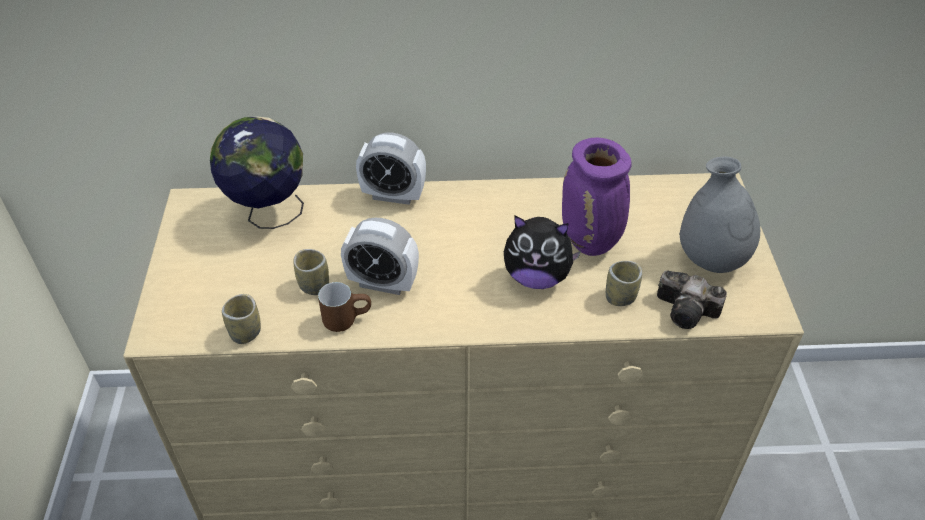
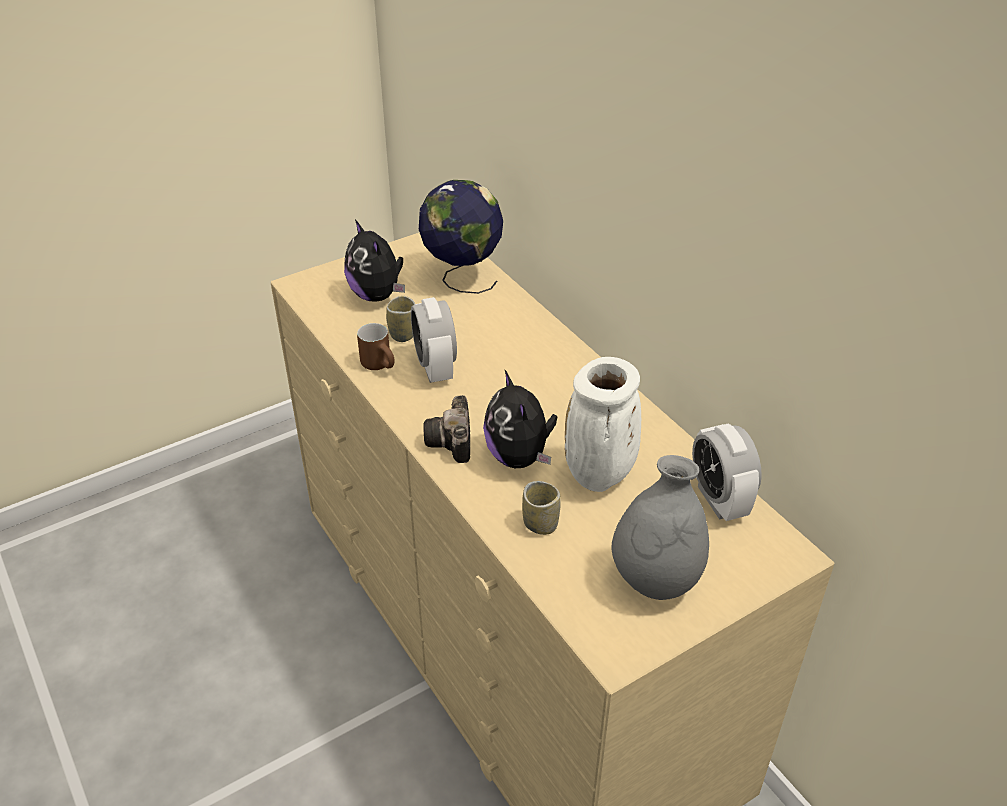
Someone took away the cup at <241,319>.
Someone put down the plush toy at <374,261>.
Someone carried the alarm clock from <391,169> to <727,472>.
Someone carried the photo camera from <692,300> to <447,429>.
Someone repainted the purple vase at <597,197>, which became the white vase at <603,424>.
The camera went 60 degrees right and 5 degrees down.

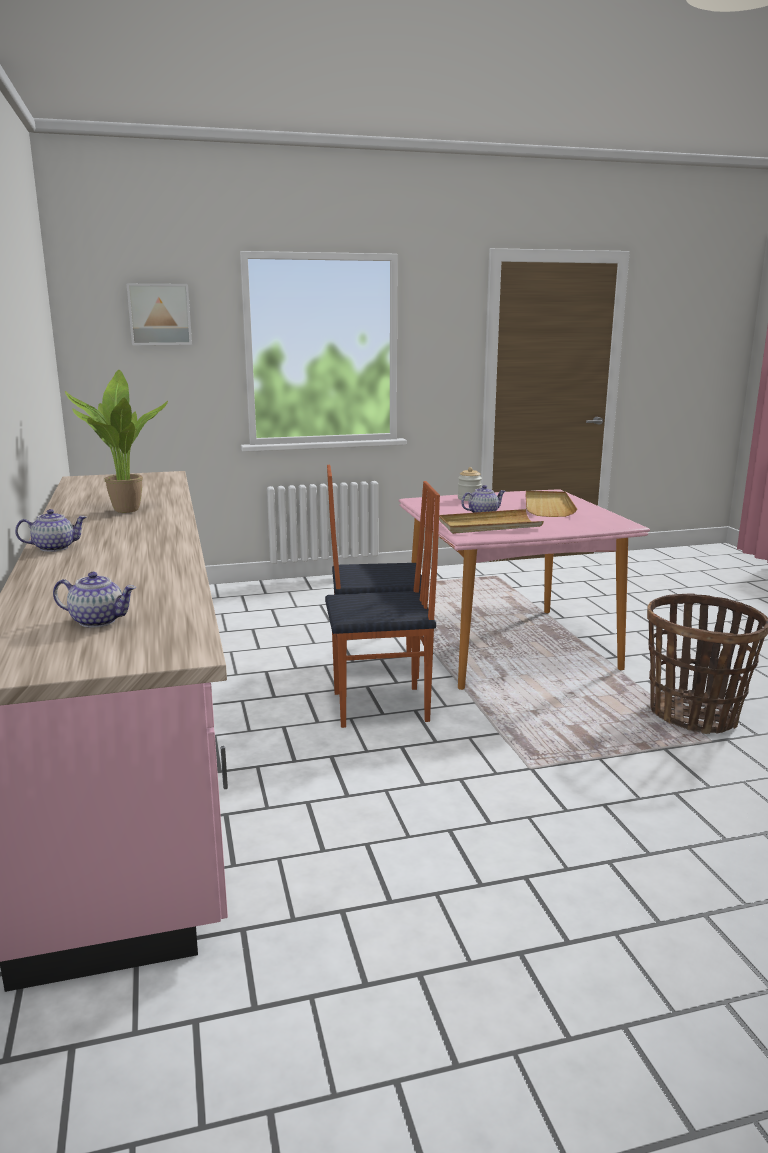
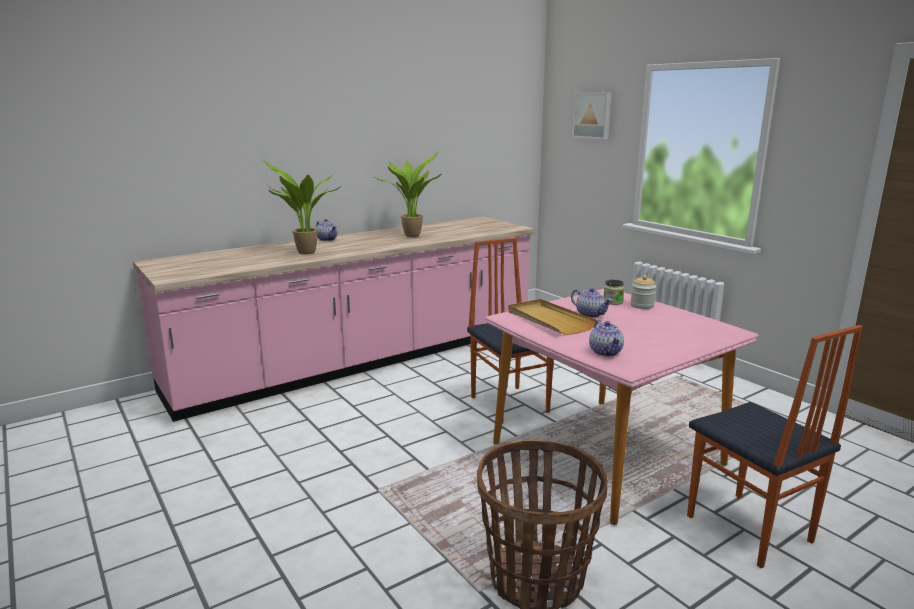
Someone took away the beige tray at <551,504>.
Someone put down the potted plant at <302,207>.
Someone put down the jar at <614,292>.
Someone carried the teapot from <94,600> to <606,338>.
Someone carried the chair from <382,604> to <774,447>.
The camera went 70 degrees right and 0 degrees up.

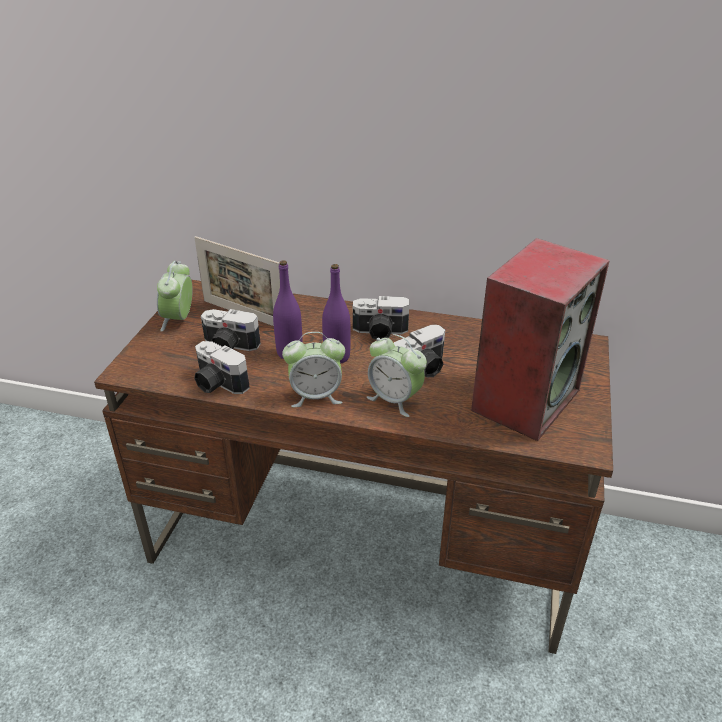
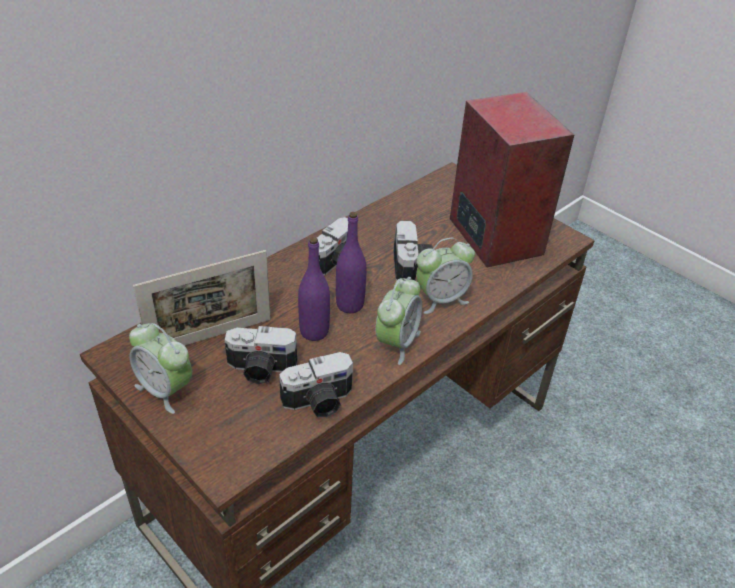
Someone rotated the photo camera at <231,330> by 45 degrees clockwise.
The camera went 60 degrees left and 5 degrees up.

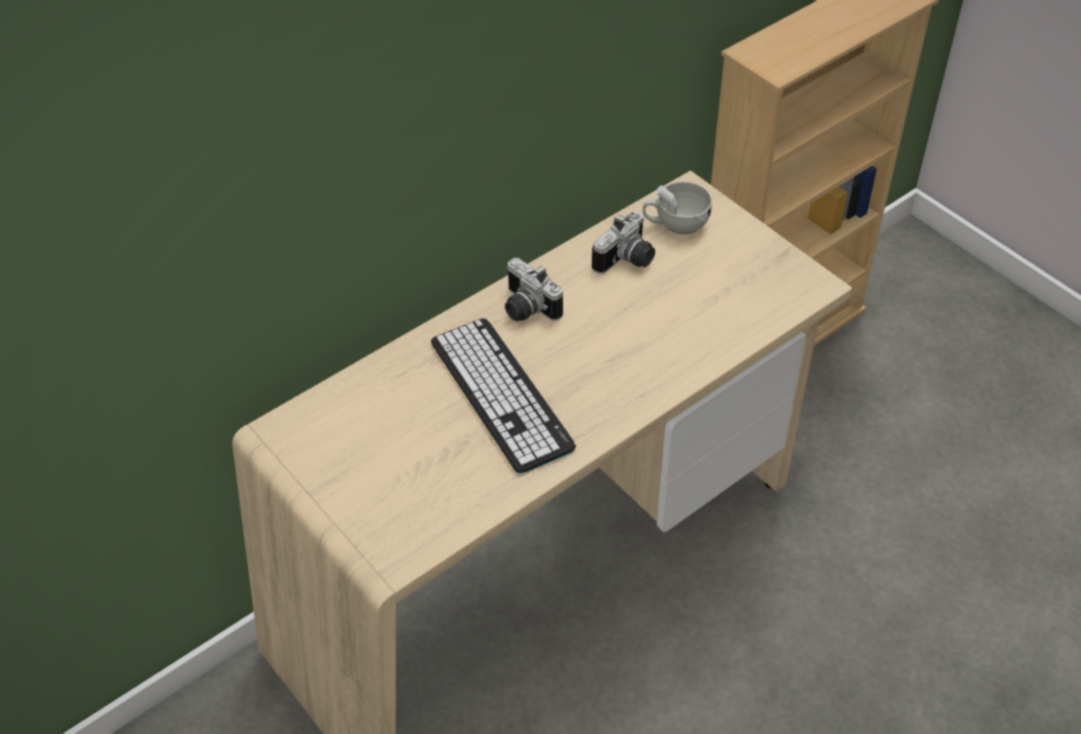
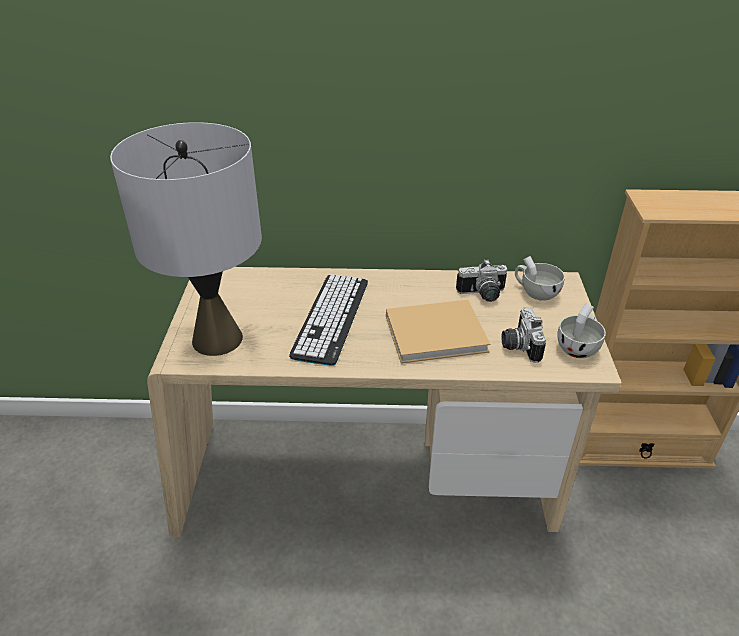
Someone put down the grey table lamp at <186,239>.
Someone put down the beige book at <438,331>.
Someone put down the white cup at <581,330>.
Someone carried the photo camera from <534,290> to <523,335>.
The camera went 40 degrees right and 10 degrees down.

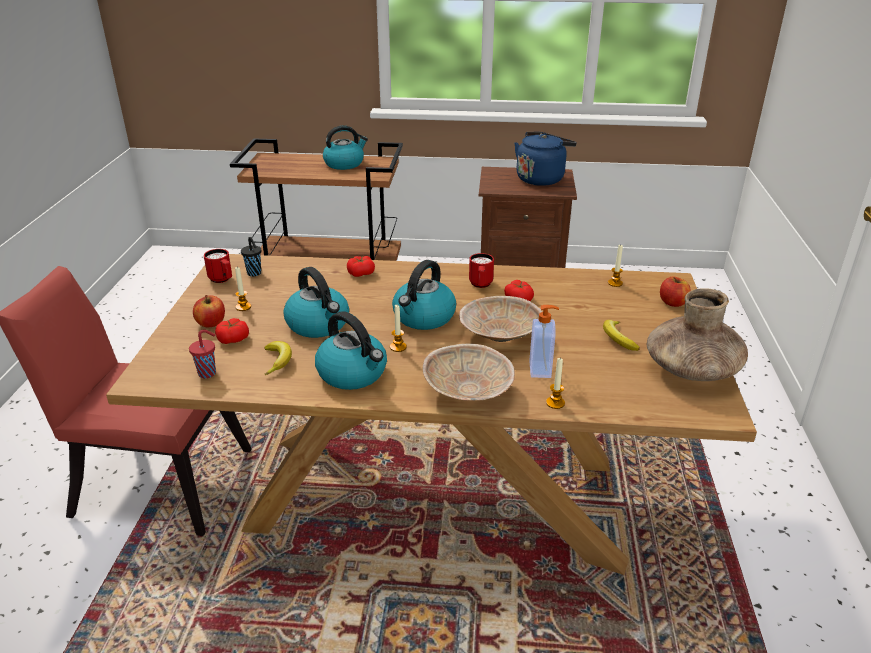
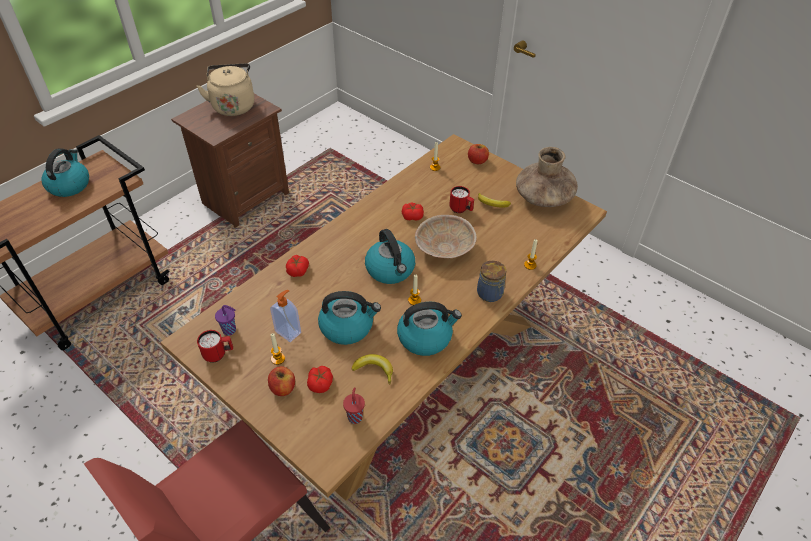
Someone carried the red mug from <481,270> to <461,199>.
Someone carried the soap dispenser from <544,341> to <285,316>.
Someone swapped the beige bowl at <469,372> for the jar at <491,281>.
Someone repainted the black cup at <251,257>, which became the purple cup at <225,320>.
Someone repainted the blue kettle at <545,159>, which became the beige kettle at <225,89>.
The camera went 55 degrees left and 15 degrees up.

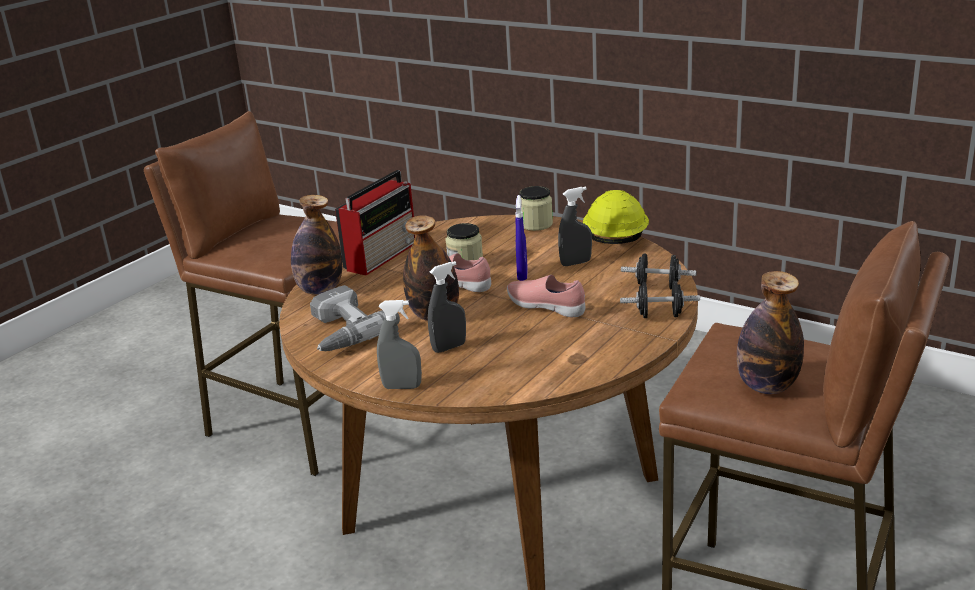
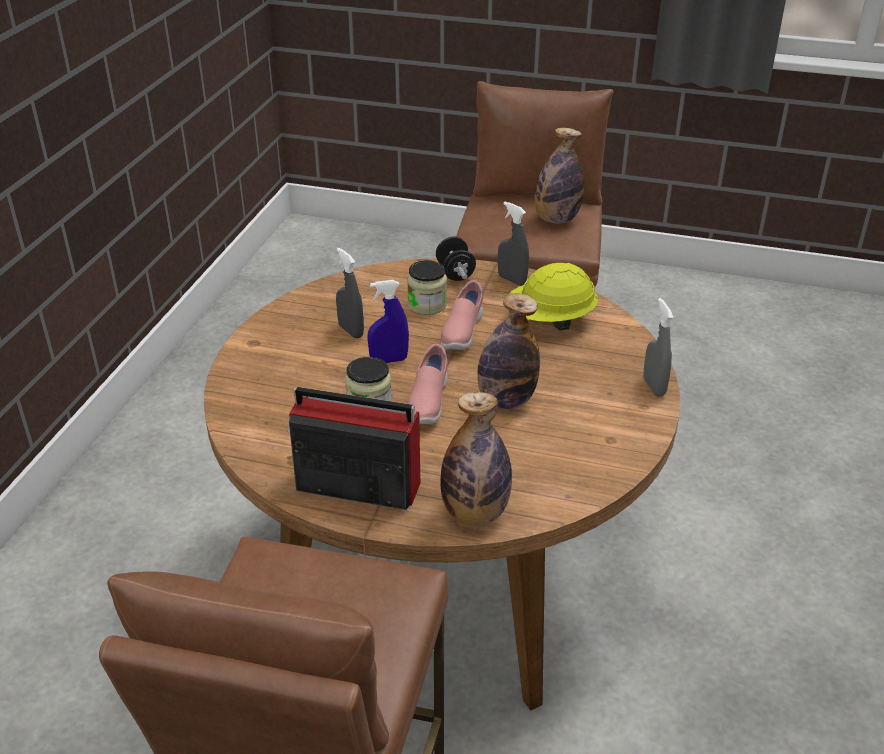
Someone took away the power drill at <355,318>.
Someone took away the black dumbbell at <658,271>.
Someone carried the grey spray bottle from <447,307> to <513,244>.
Someone carried the jar from <536,208> to <427,287>.
Someone carried the yellow hard hat from <616,217> to <553,296>.
The camera went 110 degrees left and 10 degrees up.

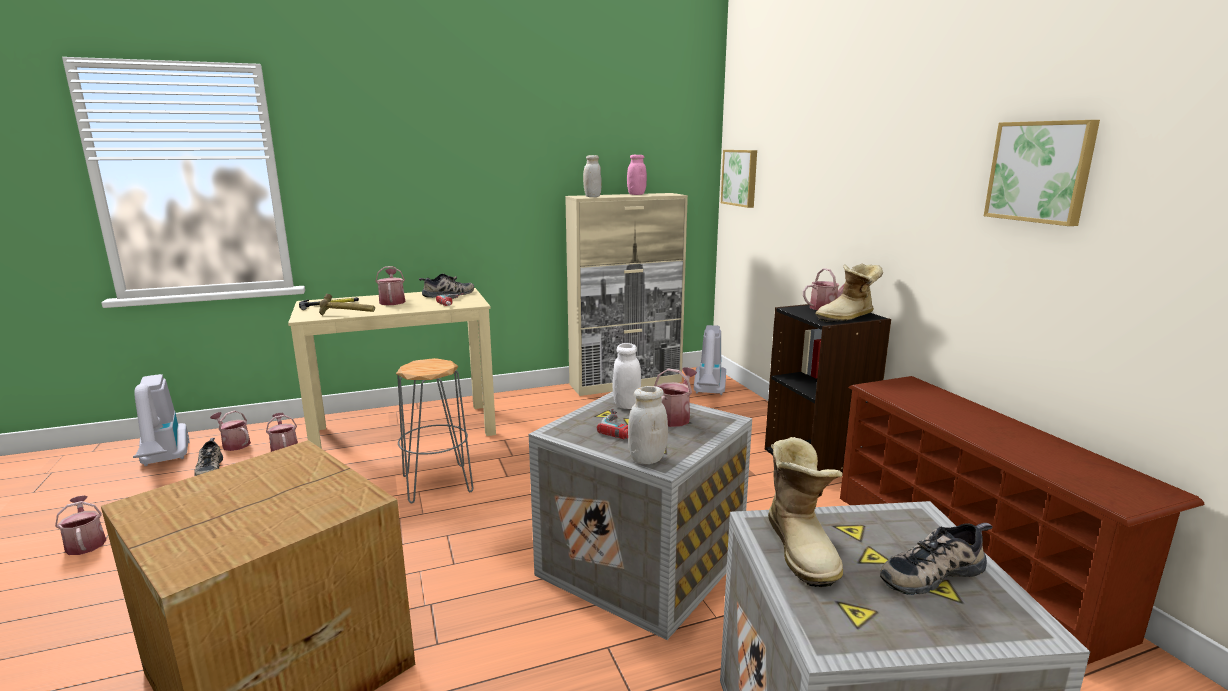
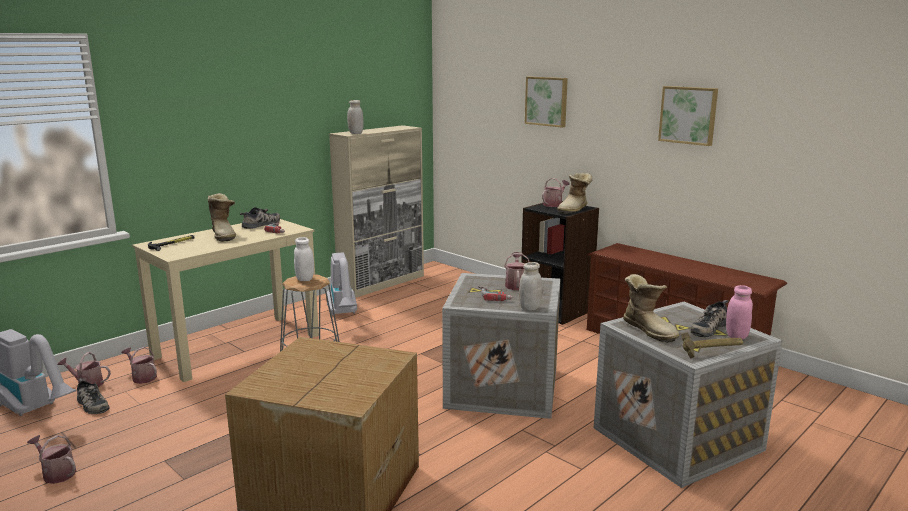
Someone carried the hammer from <347,305> to <712,345>.
Someone carried the white jar from <627,376> to <304,259>.
Someone carried the pink jar from <637,175> to <739,312>.
Someone carried the vacuum cleaner from <710,360> to <342,284>.
Someone carried the picture from <739,179> to <546,102>.
Someone swapped the watering can at <390,285> for the boot at <222,217>.
The camera went 25 degrees left and 0 degrees up.

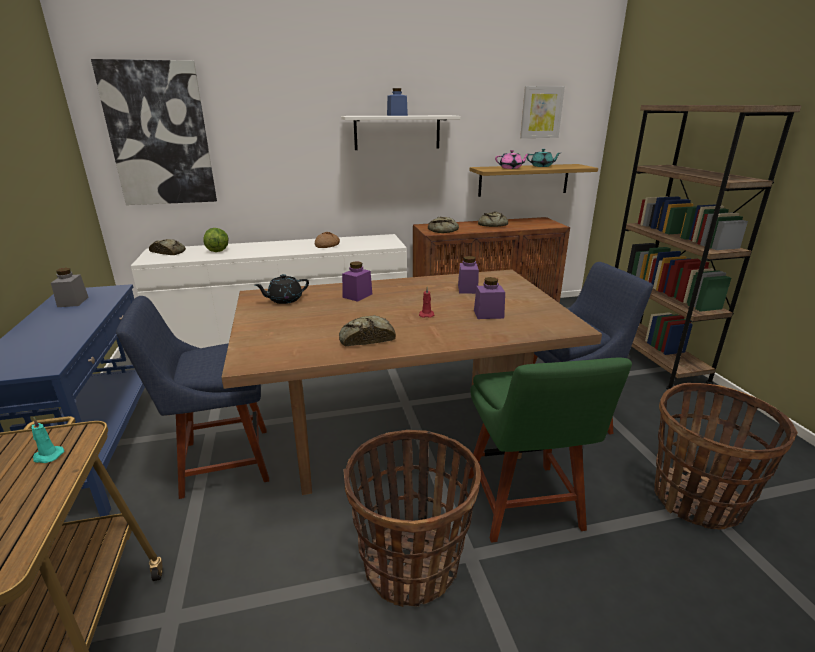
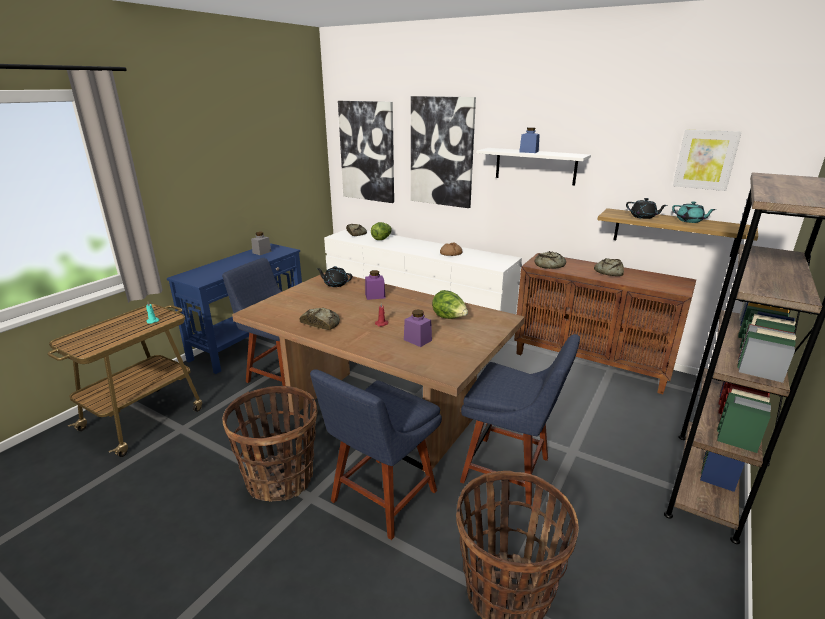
Someone put up the picture at <443,152>.
Someone swapped the purple jar at <468,275> for the lettuce at <450,304>.
Someone repainted the green chair at <550,450>, which became the blue chair at <376,454>.
Someone repainted the pink teapot at <512,159>, which became the black teapot at <647,208>.
The camera went 45 degrees right and 0 degrees up.

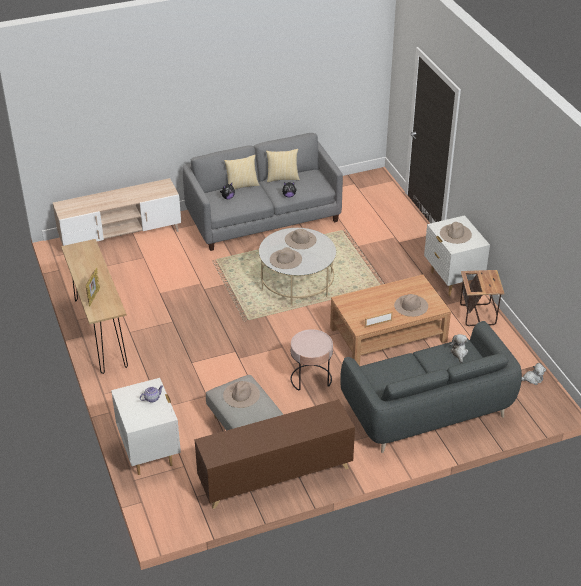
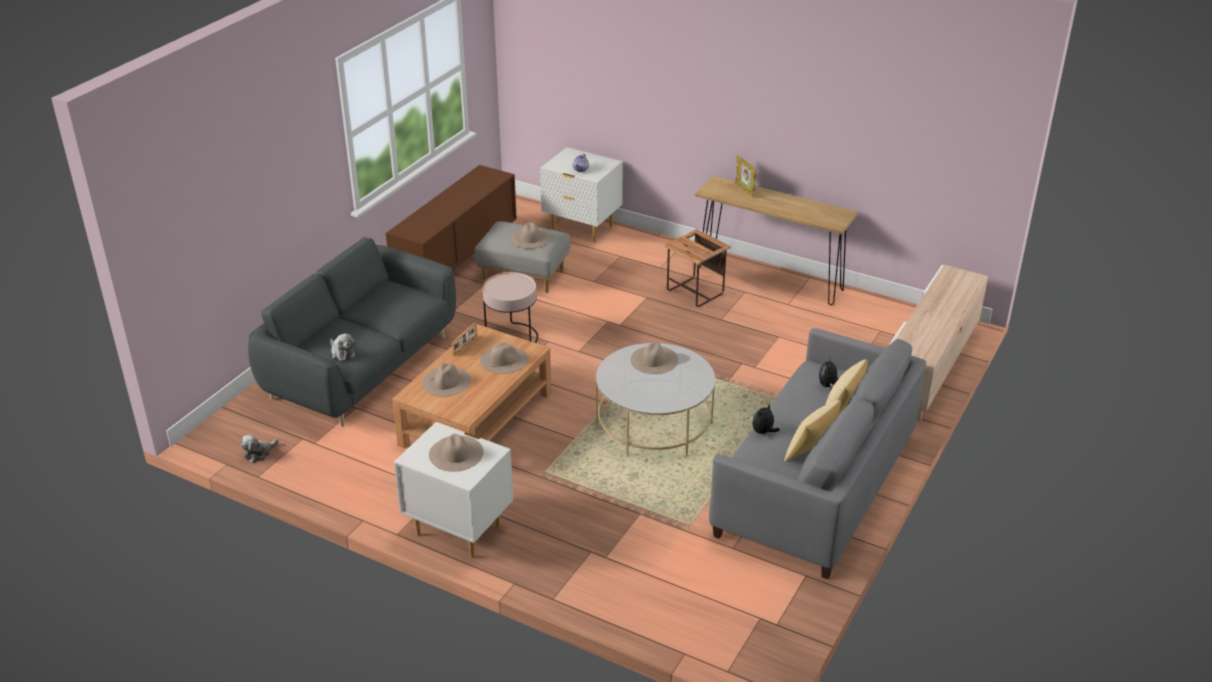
Someone carried the beige hat from <300,239> to <504,358>.
Someone carried the side table from <482,298> to <697,268>.
The camera went 140 degrees right and 5 degrees down.

